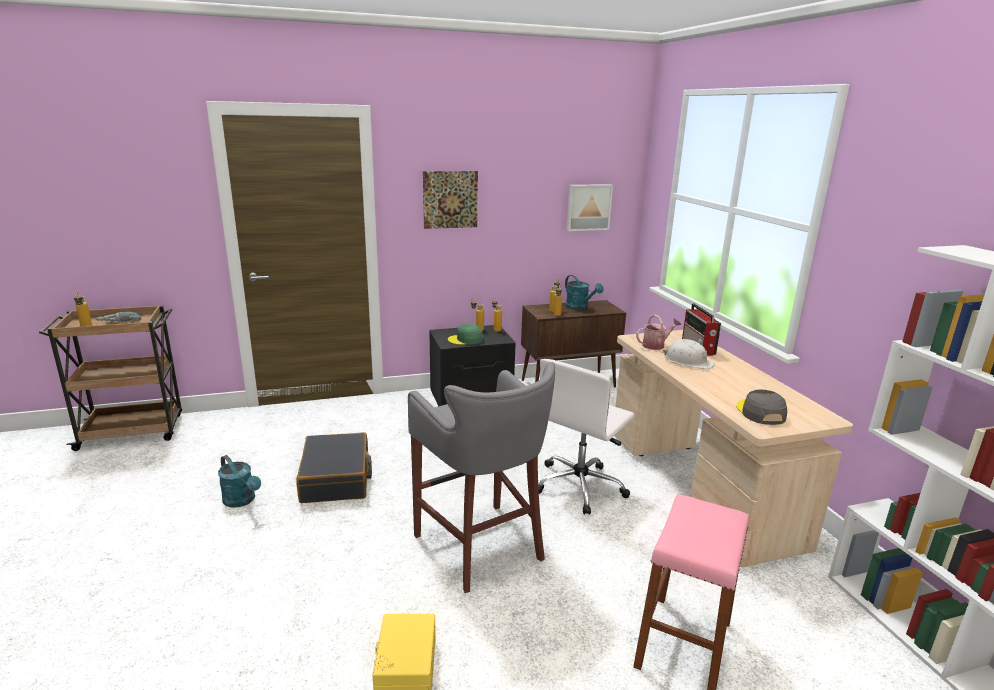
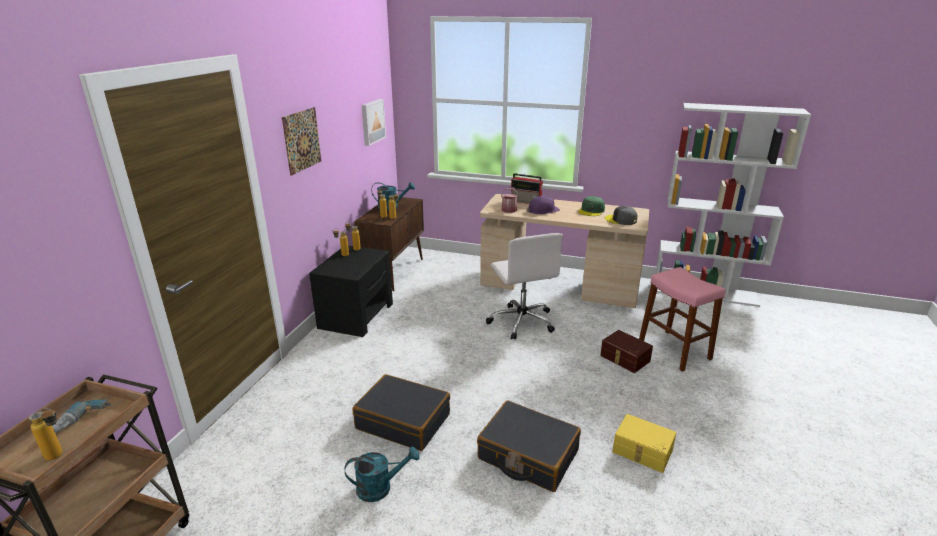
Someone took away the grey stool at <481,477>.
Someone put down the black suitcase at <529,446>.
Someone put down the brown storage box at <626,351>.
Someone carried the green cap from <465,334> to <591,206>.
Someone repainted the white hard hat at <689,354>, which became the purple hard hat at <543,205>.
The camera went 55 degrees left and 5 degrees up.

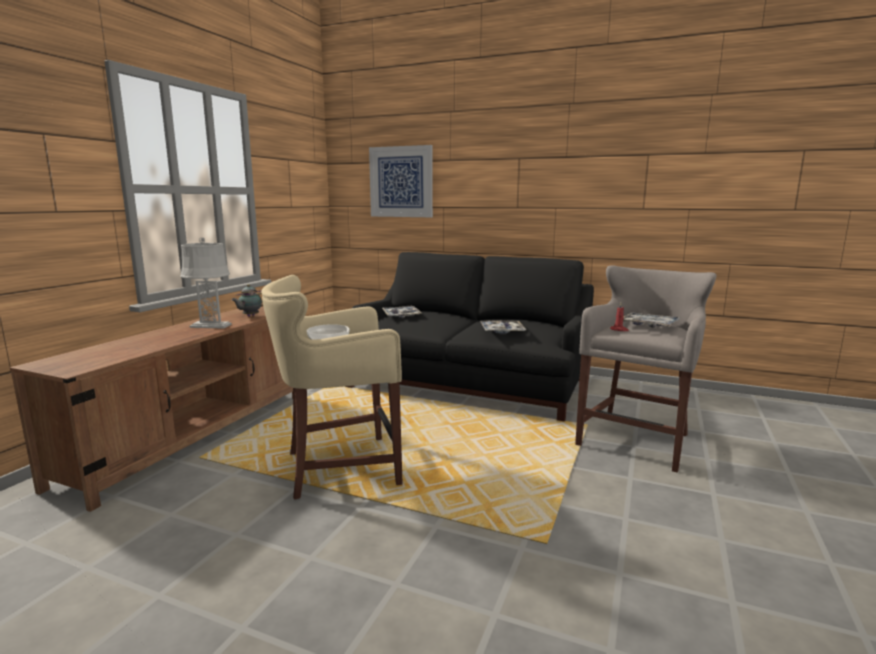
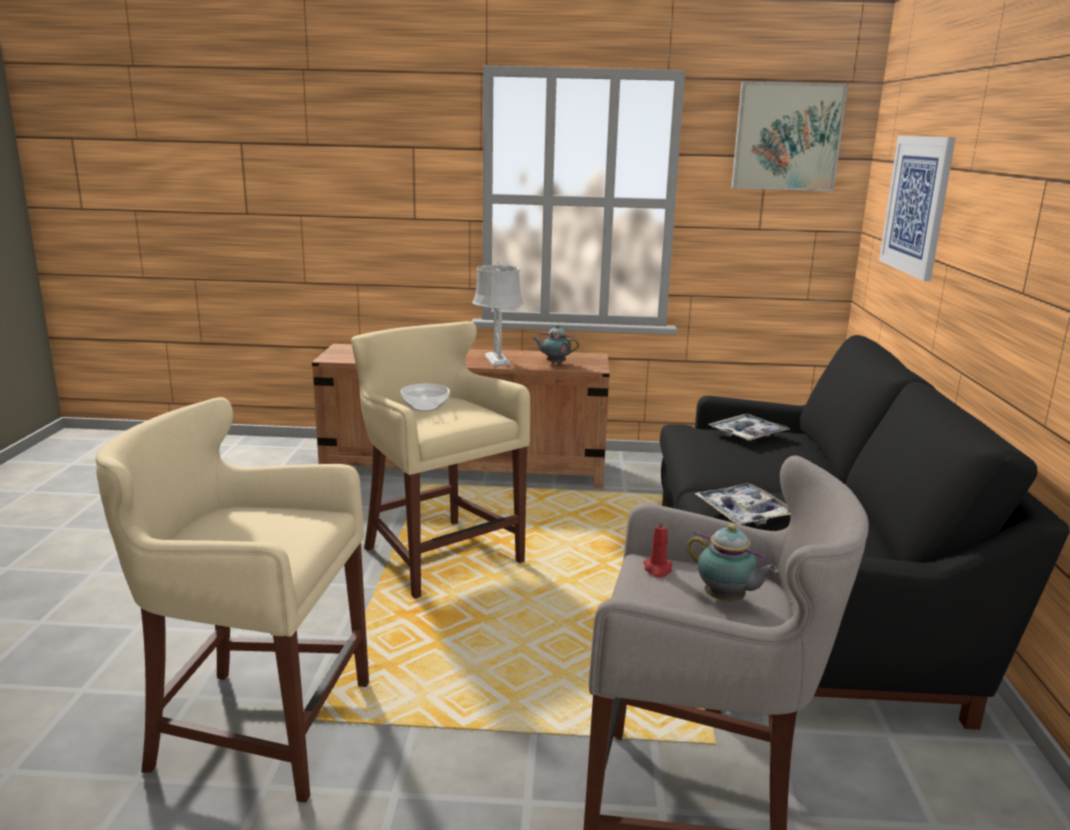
Someone put down the beige stool at <232,600>.
Someone put up the picture at <789,136>.
Someone swapped the tray at <651,320> for the teapot at <732,563>.
The camera went 70 degrees right and 5 degrees up.

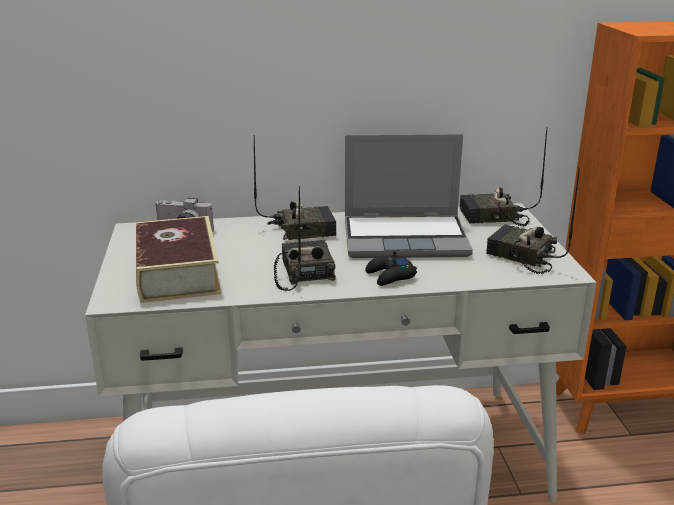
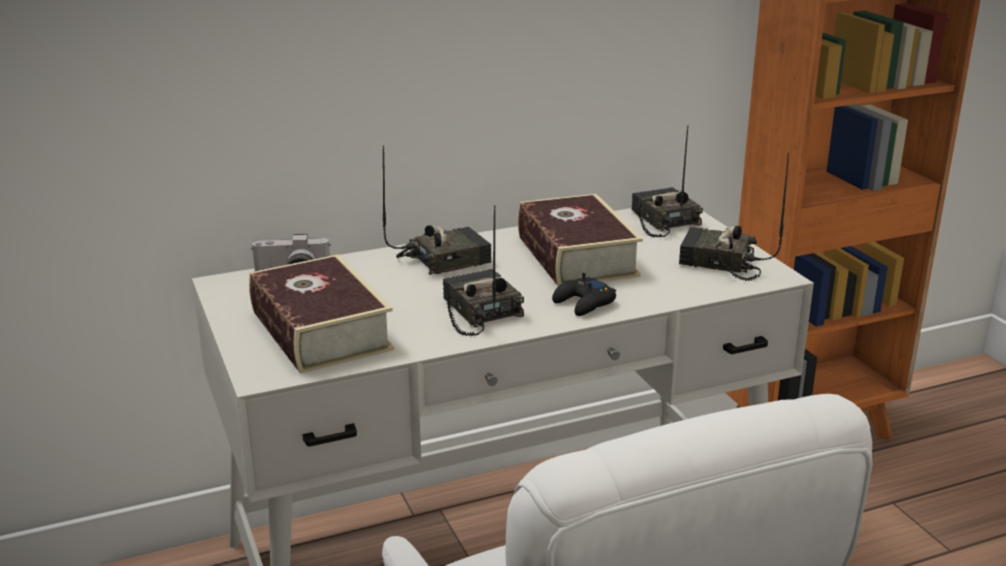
Someone swapped the laptop at <409,196> for the book at <580,240>.
Someone rotated the radio at <503,177> by 90 degrees clockwise.
The camera went 15 degrees left and 0 degrees up.

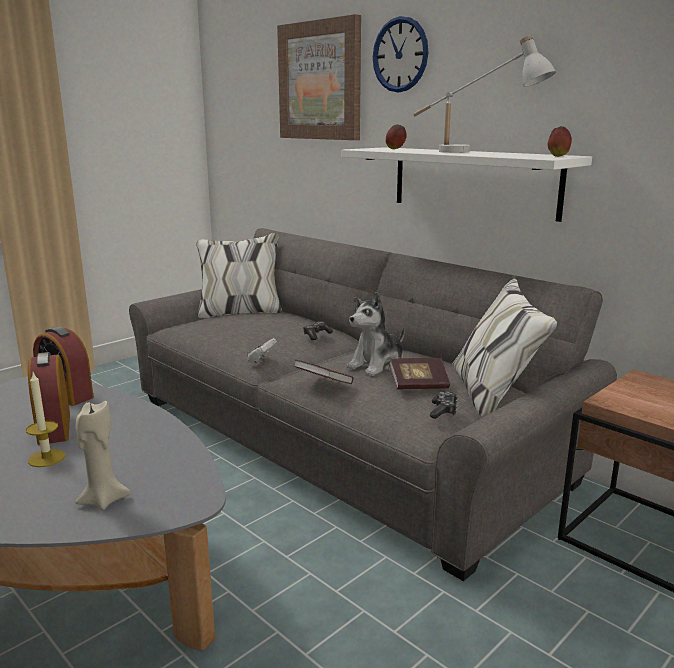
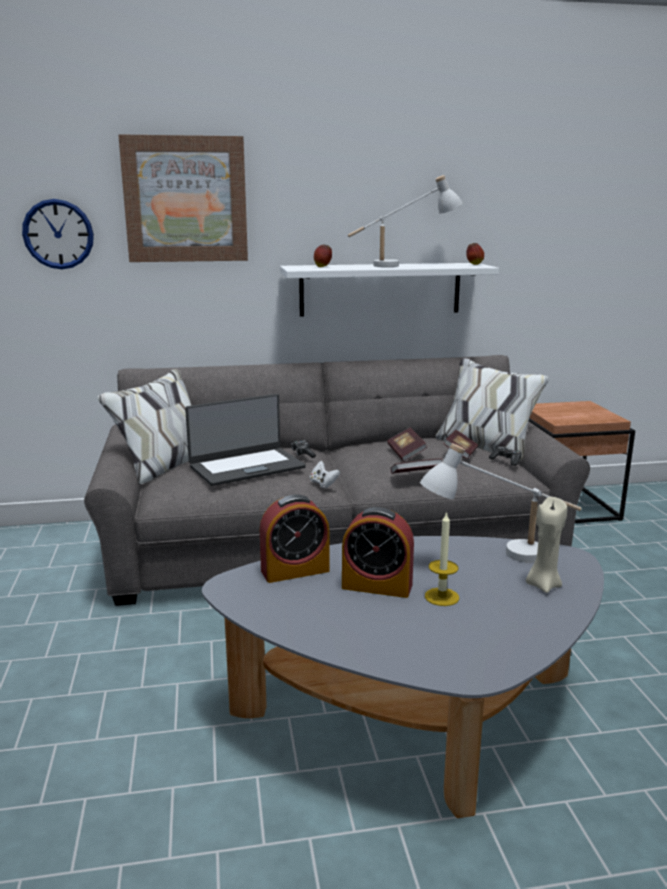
Someone put down the laptop at <245,440>.
Someone put down the white table lamp at <501,503>.
Someone carried the wall clock from <400,54> to <58,234>.
Someone swapped the plush toy at <376,334> for the book at <407,444>.
The camera went 55 degrees left and 0 degrees up.

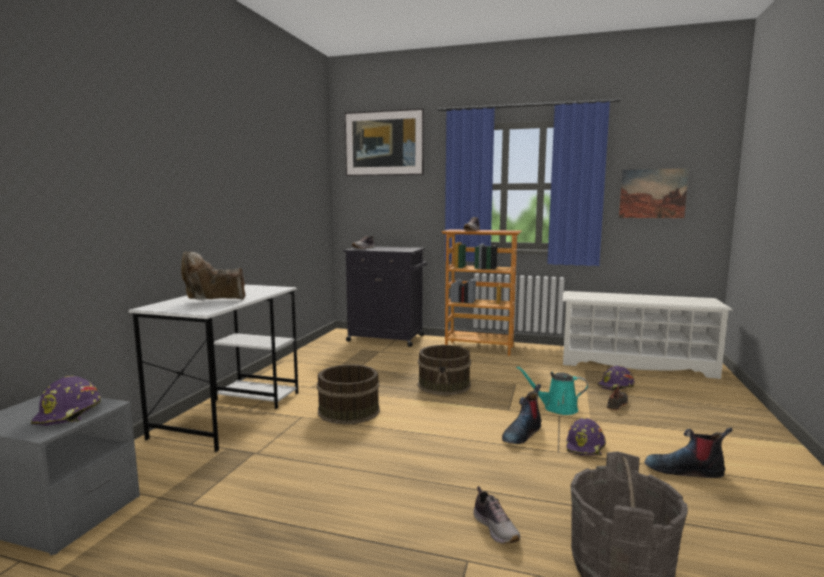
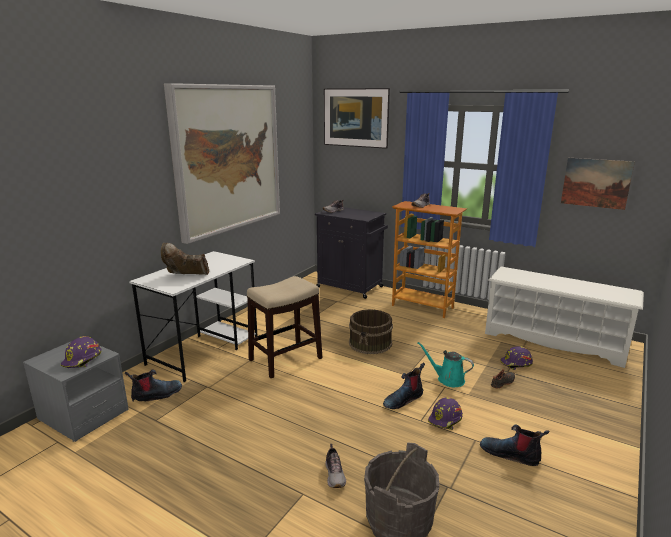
Someone put down the boot at <153,385>.
Someone put up the picture at <222,163>.
Someone swapped the brown bucket at <348,394> for the stool at <284,327>.
The camera went 15 degrees right and 10 degrees up.

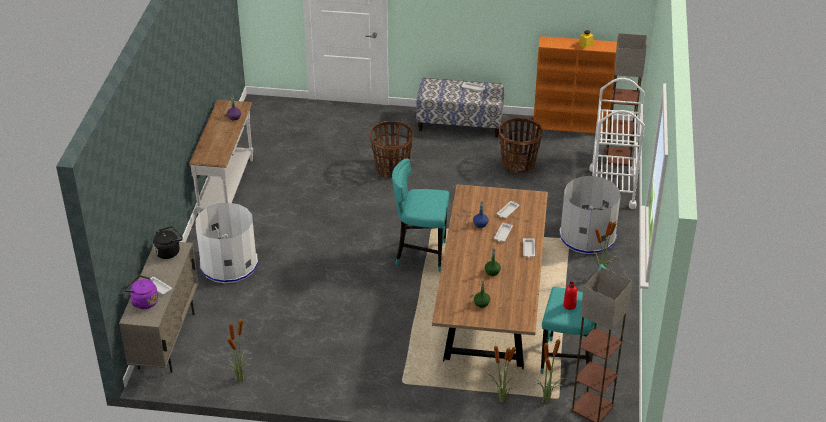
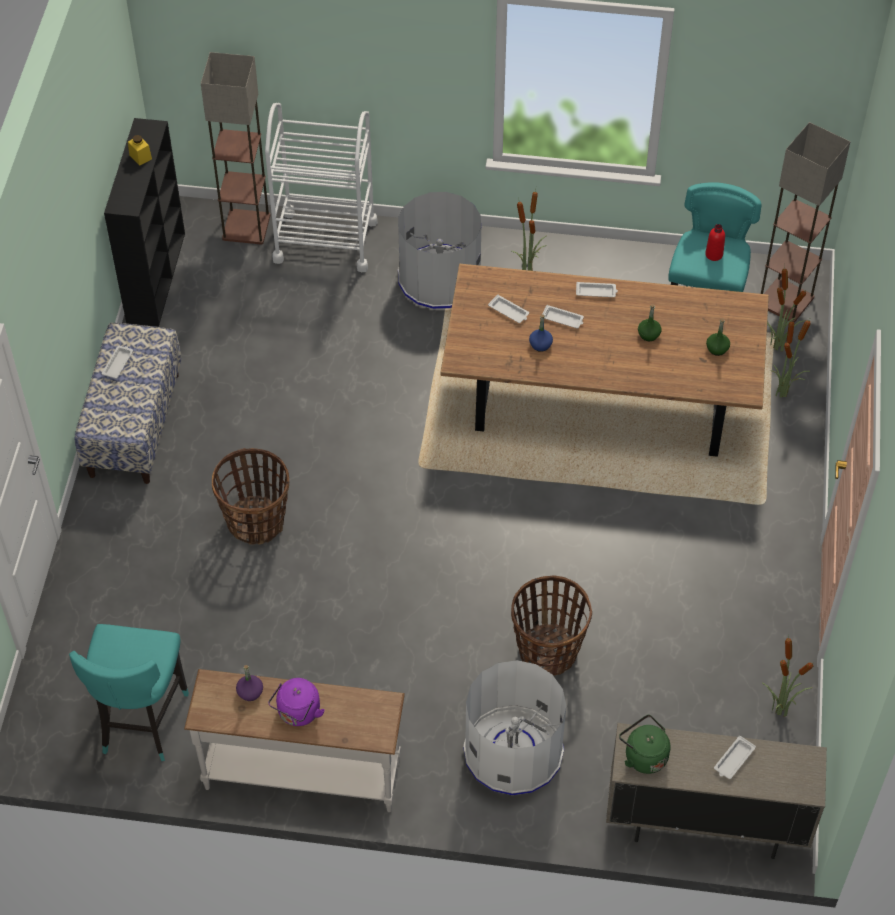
Someone carried the purple kettle from <141,292> to <296,702>.
Someone carried the turquoise stool from <420,215> to <129,692>.
Someone carried the basket from <521,145> to <551,625>.
Someone repainted the black kettle at <168,243>, which became the green kettle at <644,744>.
Someone repainted the orange bookcase at <575,84>, which became the black bookcase at <144,222>.
The camera went 90 degrees left and 15 degrees up.

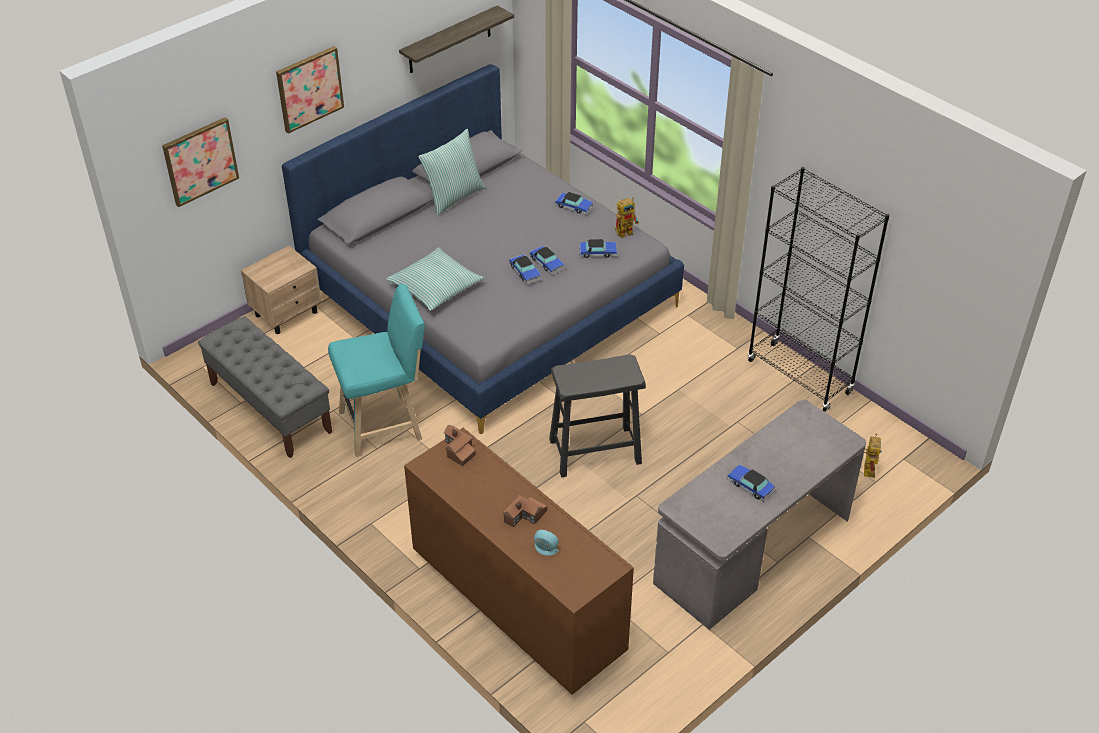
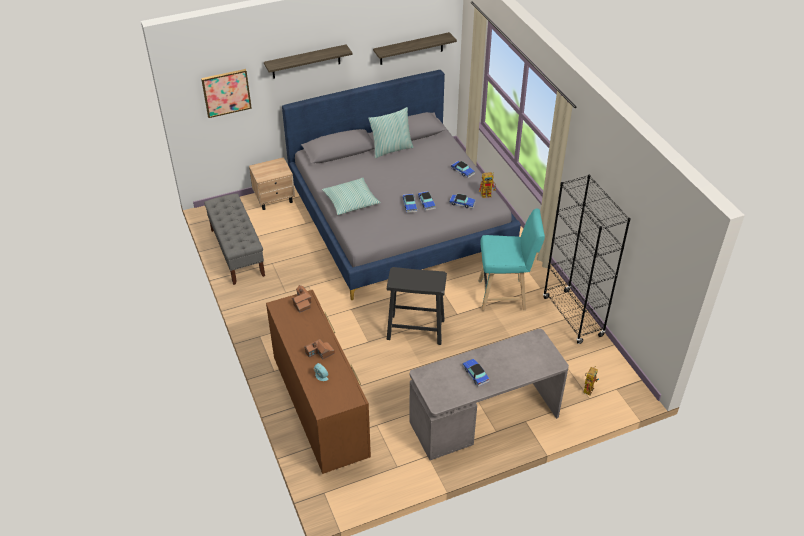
Someone carried the turquoise stool from <376,370> to <511,259>.
Someone swapped the picture at <310,90> for the shelf at <308,61>.
The camera went 20 degrees right and 0 degrees up.

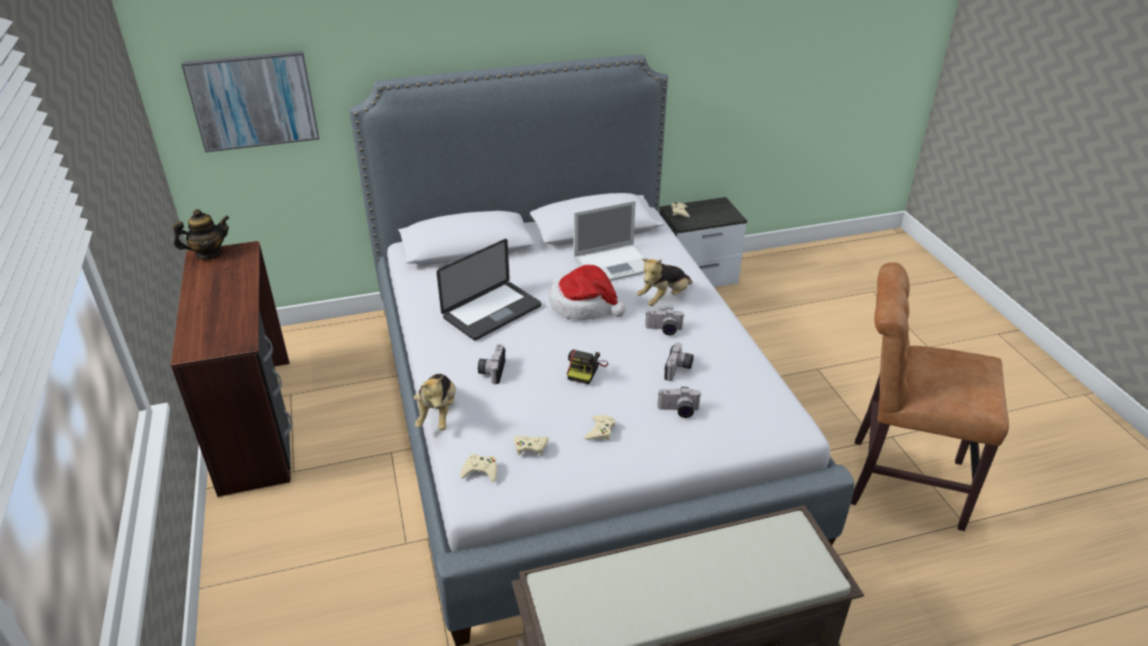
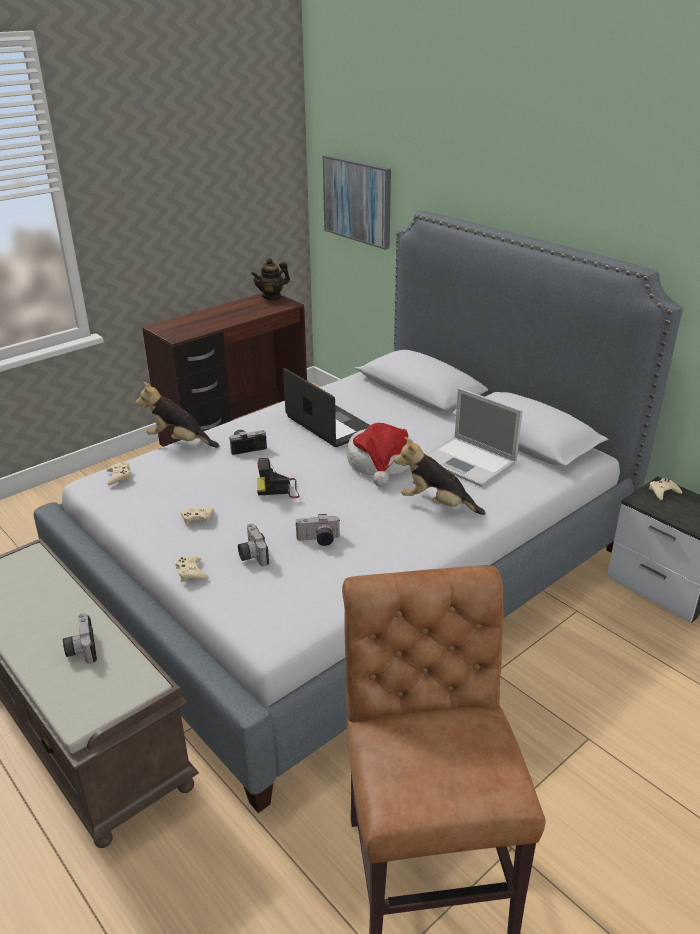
Someone carried the beige game controller from <531,446> to <192,569>.
Someone carried the photo camera from <664,322> to <80,638>.
Someone rotated the teapot at <201,234> by 105 degrees clockwise.
Someone rotated the plush toy at <435,402> by 45 degrees clockwise.
Someone rotated the laptop at <489,289> by 150 degrees counterclockwise.
The camera went 65 degrees right and 5 degrees down.

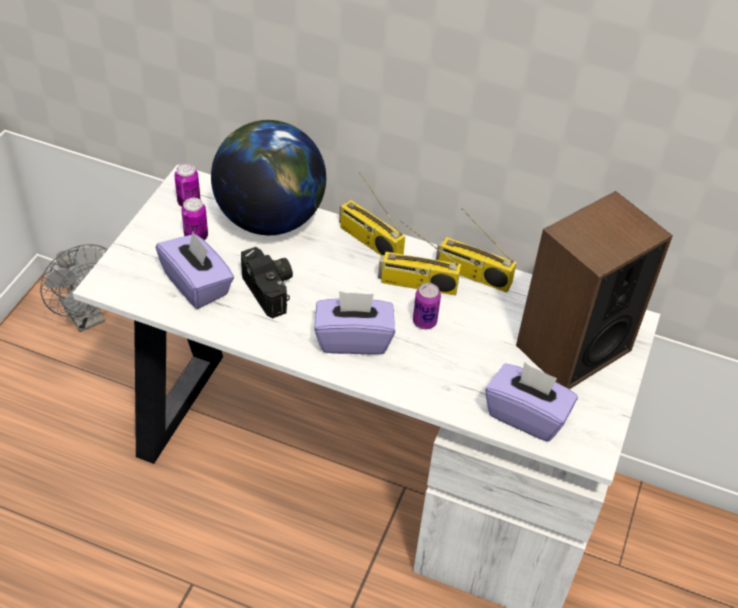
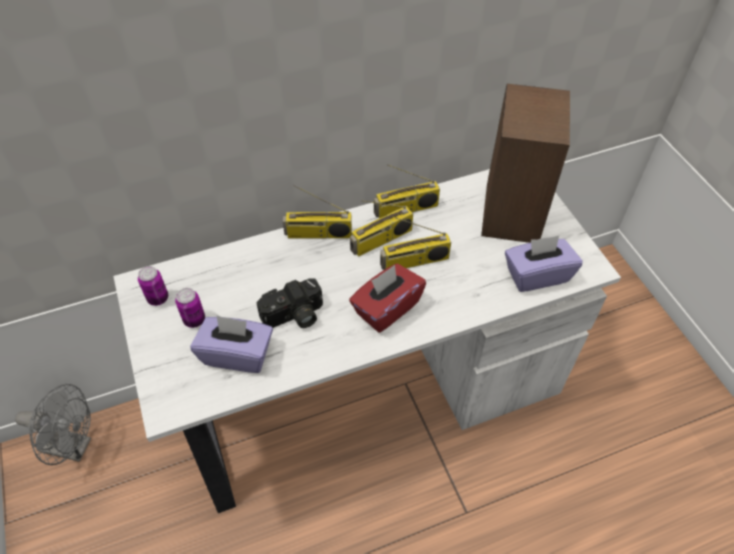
Someone took away the globe at <268,177>.
Someone swapped the can at <427,306> for the radio at <415,243>.
Someone repainted the purple tissue box at <354,323>, which became the red tissue box at <387,298>.
Someone rotated the photo camera at <267,283> by 135 degrees clockwise.
The camera went 40 degrees left and 5 degrees up.

